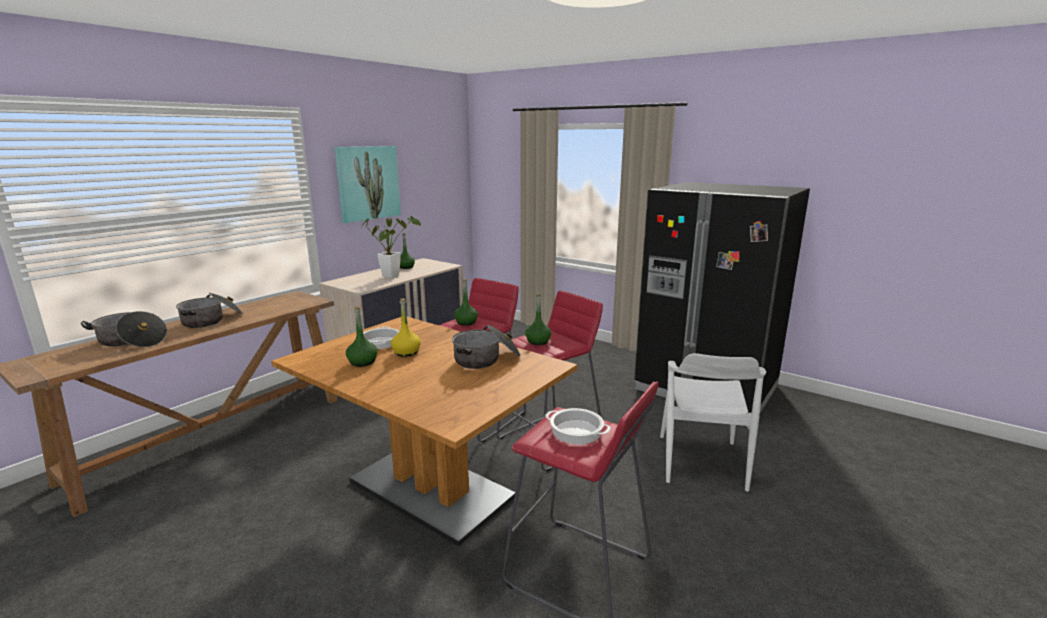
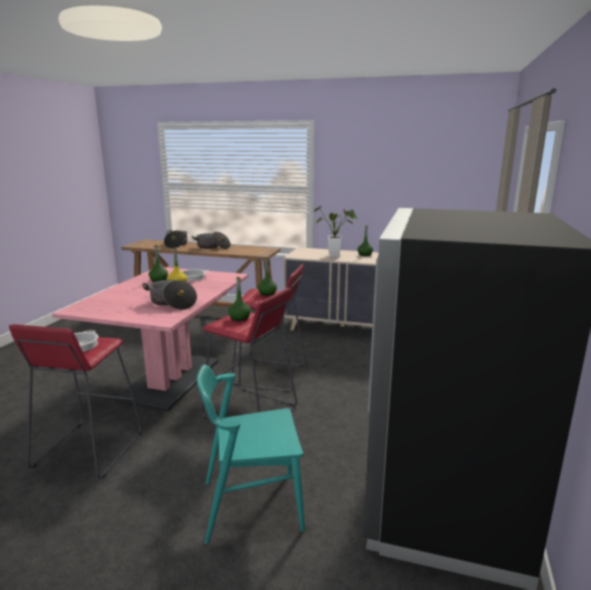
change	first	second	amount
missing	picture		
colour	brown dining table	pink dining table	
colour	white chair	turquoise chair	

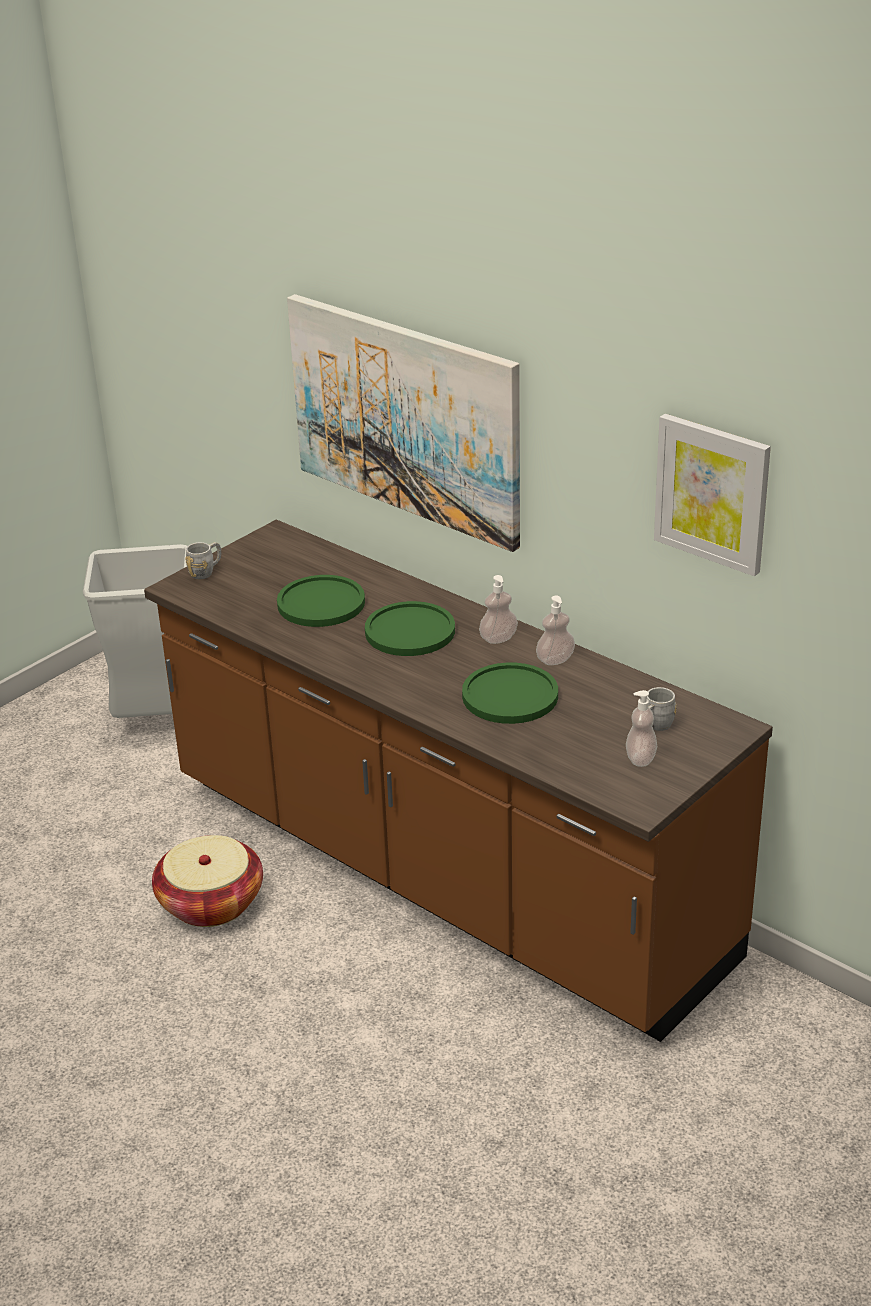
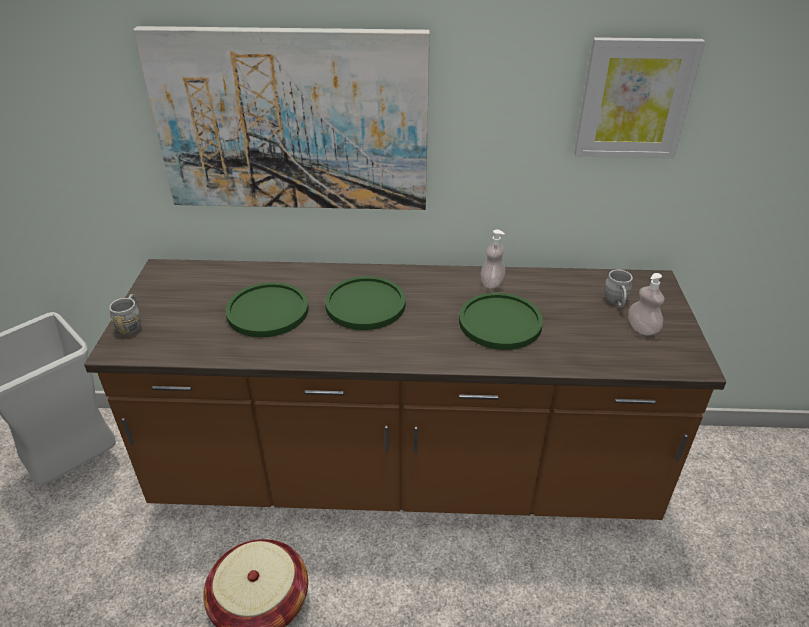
change	first	second	amount
missing	soap dispenser (no. 1 from left)		

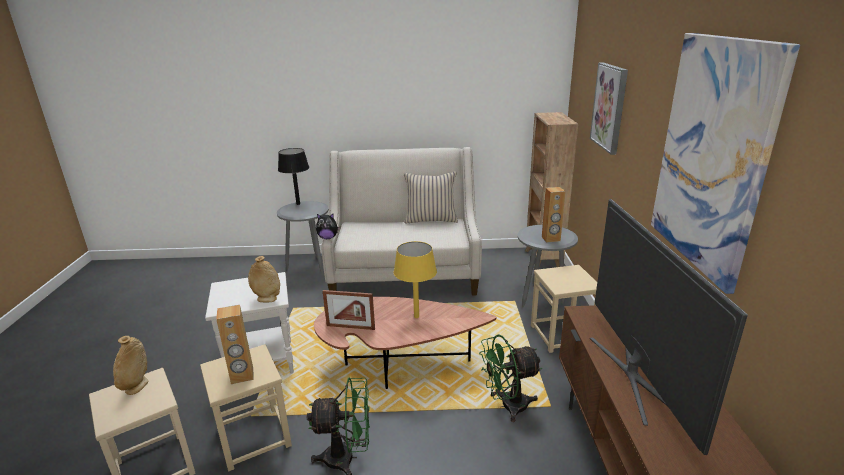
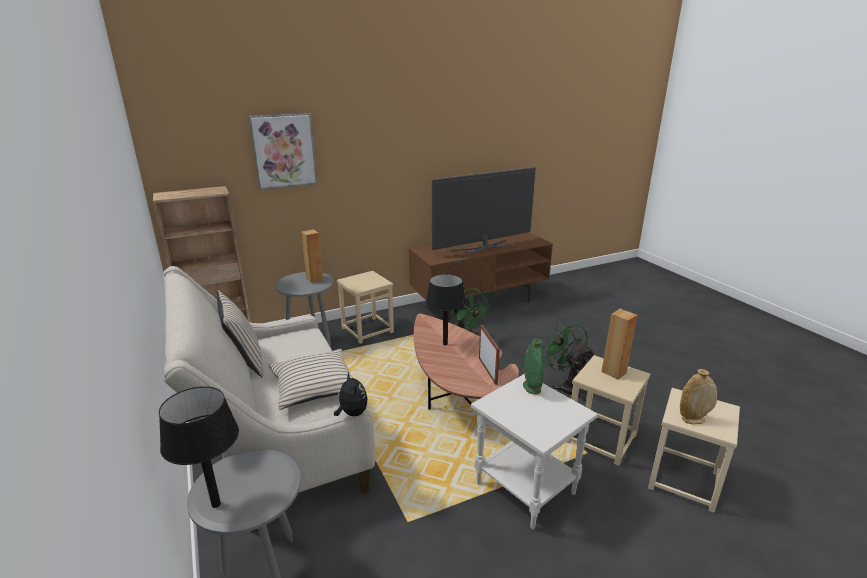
change	first	second	amount
missing	picture (no. 2 from left)		
colour	yellow table lamp	black table lamp (no. 2 from left)	
colour	beige vase (no. 2 from left)	green vase	
appeared		beige pillow (no. 2 from left)	

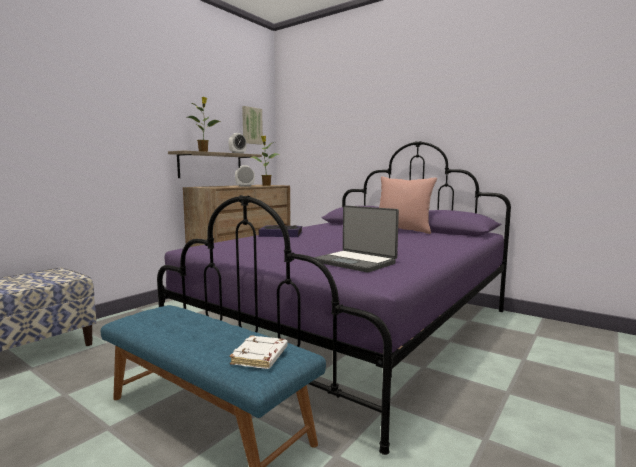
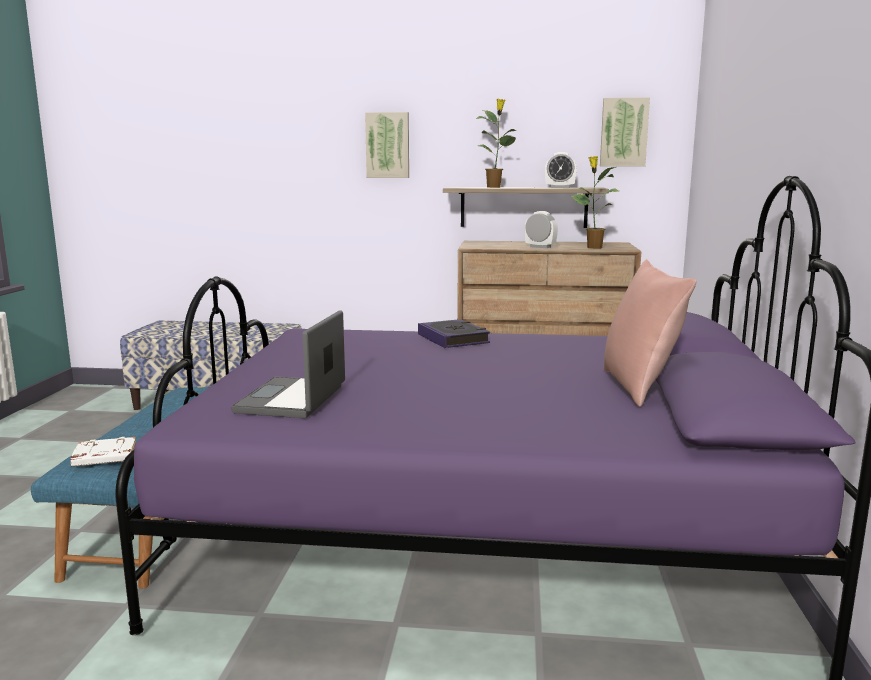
change	first	second	amount
appeared		picture (no. 1 from left)	

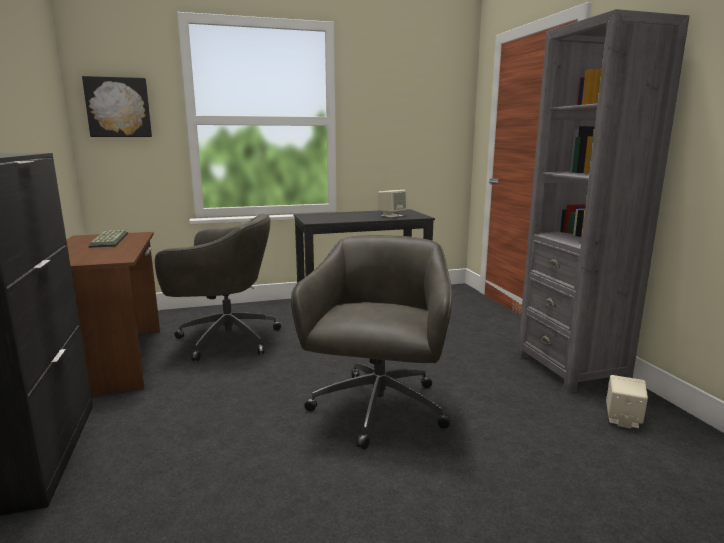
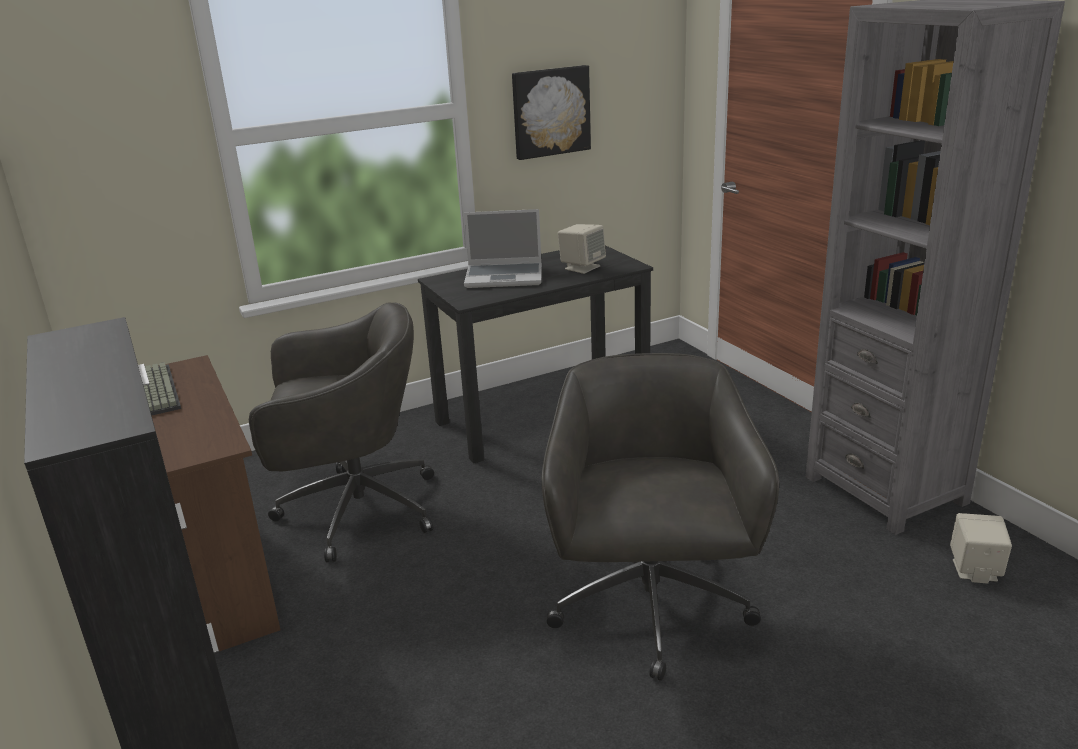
change	first	second	amount
relocated	picture		
appeared		laptop	

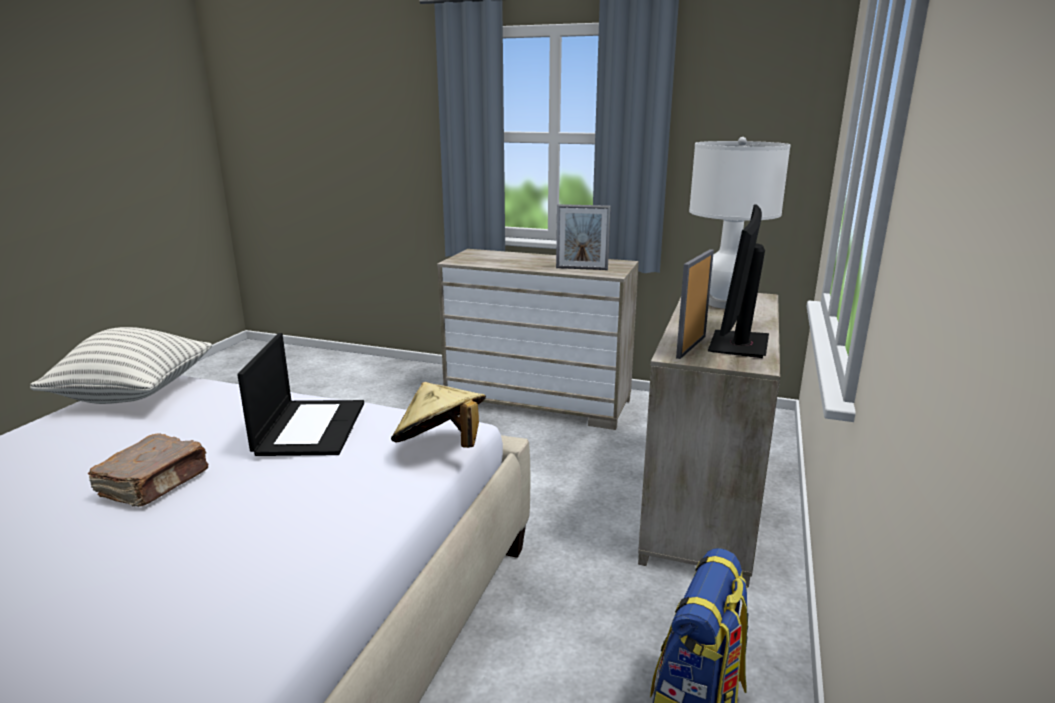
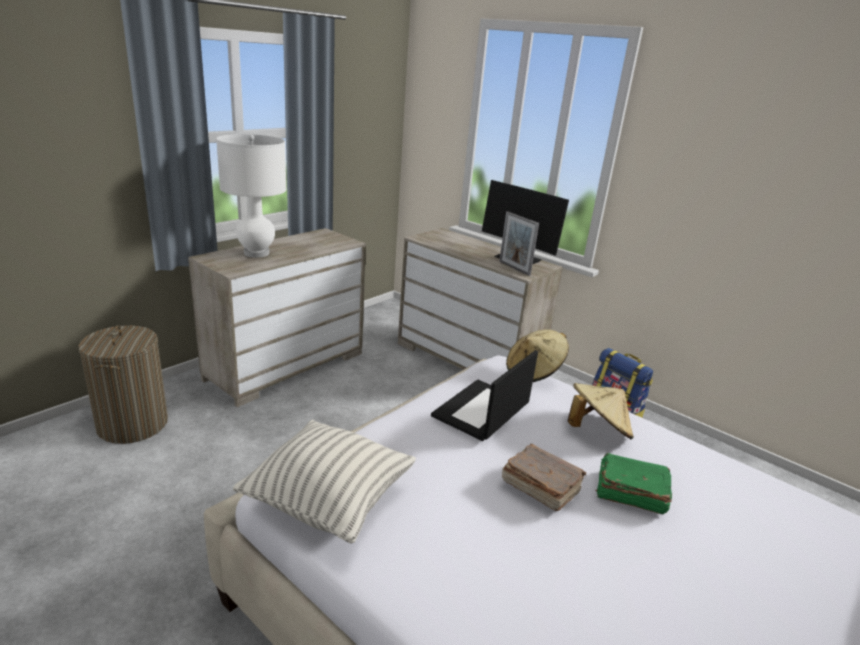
change	first	second	amount
relocated	white table lamp		
missing	picture frame (no. 1 from left)		
spun	laptop		75 degrees counterclockwise
appeared		laundry basket	
appeared		beige hat (no. 2 from left)	
appeared		green book	

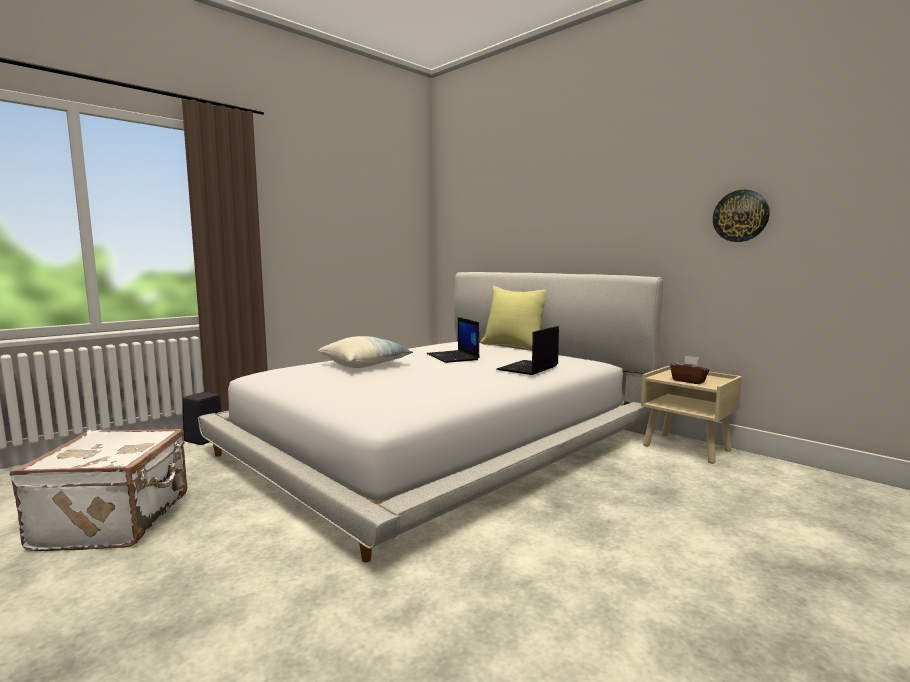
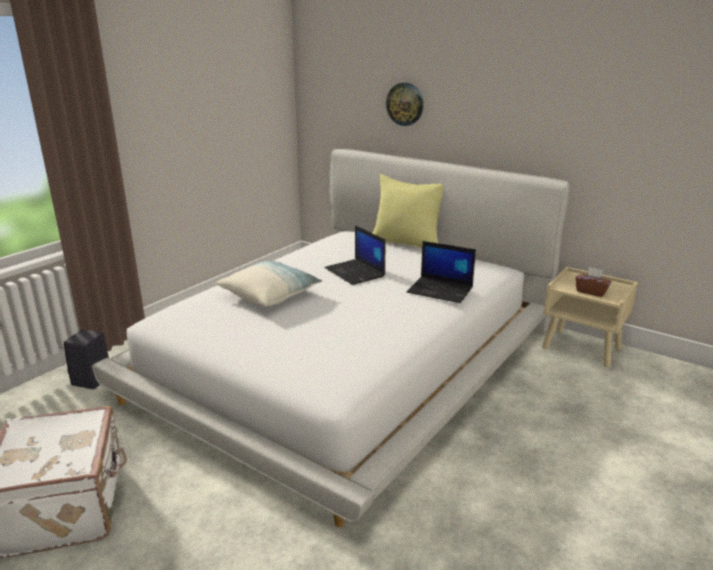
change	first	second	amount
relocated	wall clock		
spun	laptop (no. 2 from left)		90 degrees counterclockwise

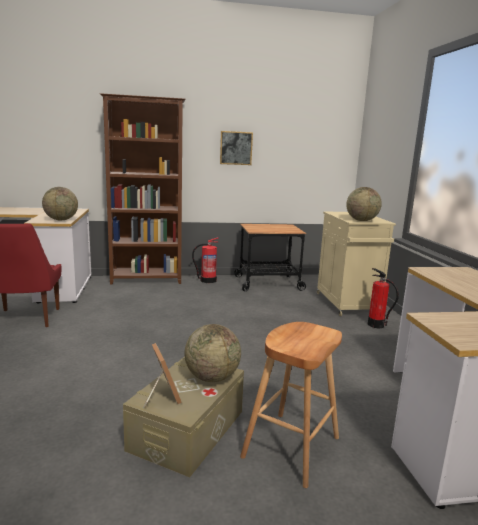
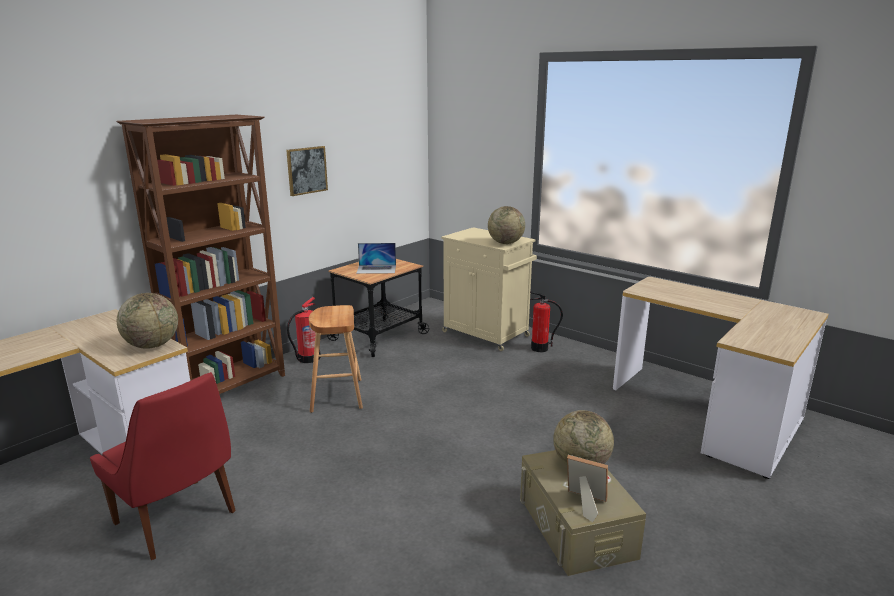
change	first	second	amount
relocated	brown stool		
appeared		laptop	

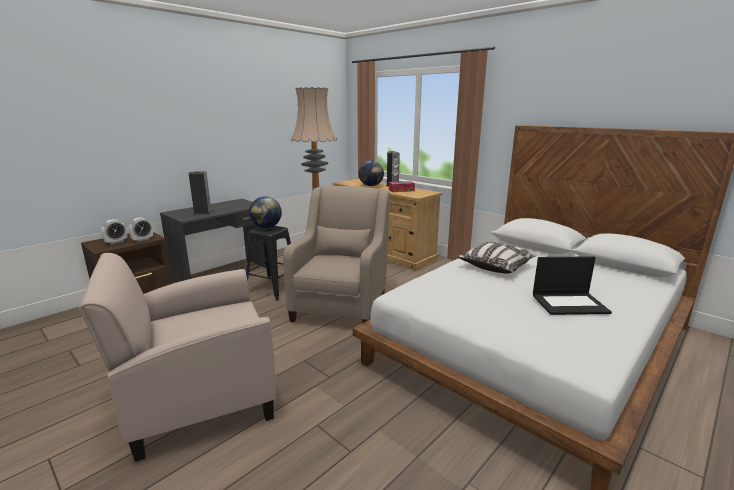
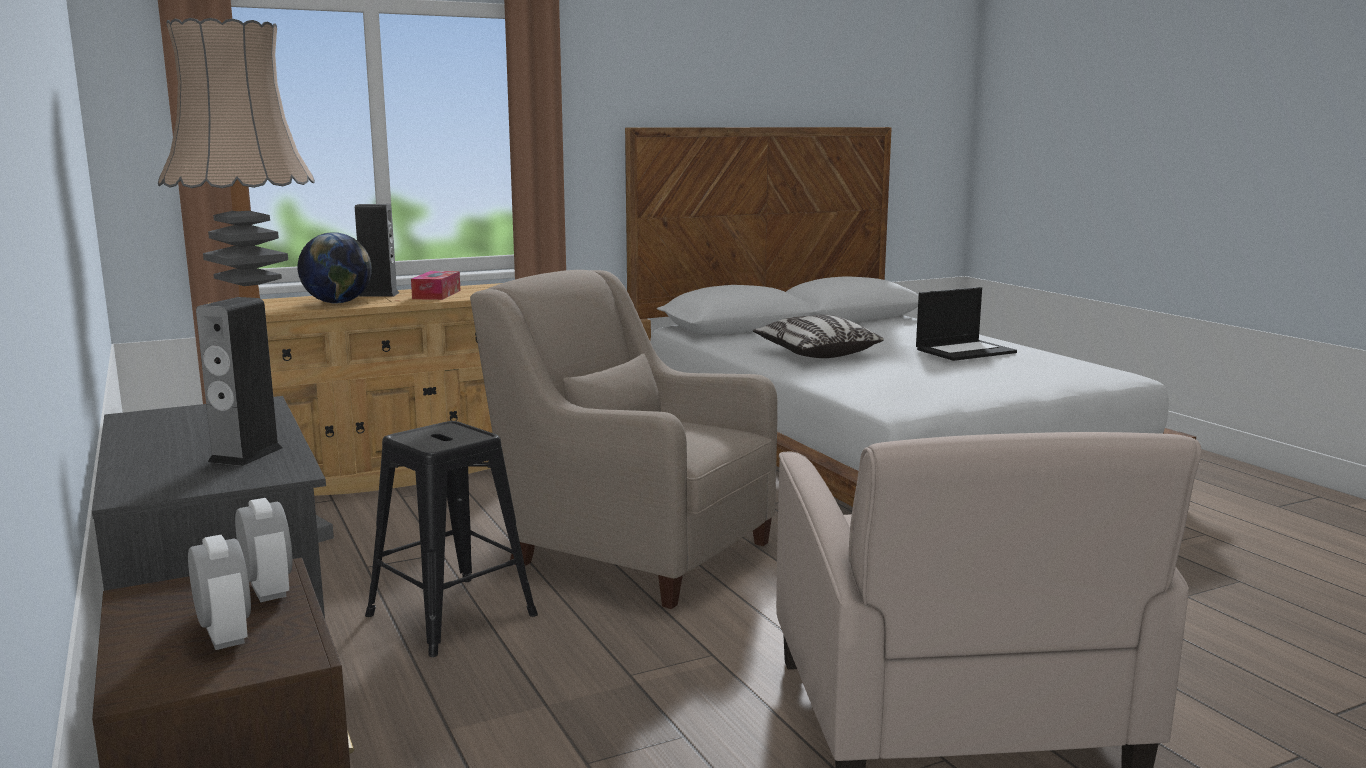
change	first	second	amount
missing	globe (no. 1 from left)		
spun	laptop		45 degrees clockwise

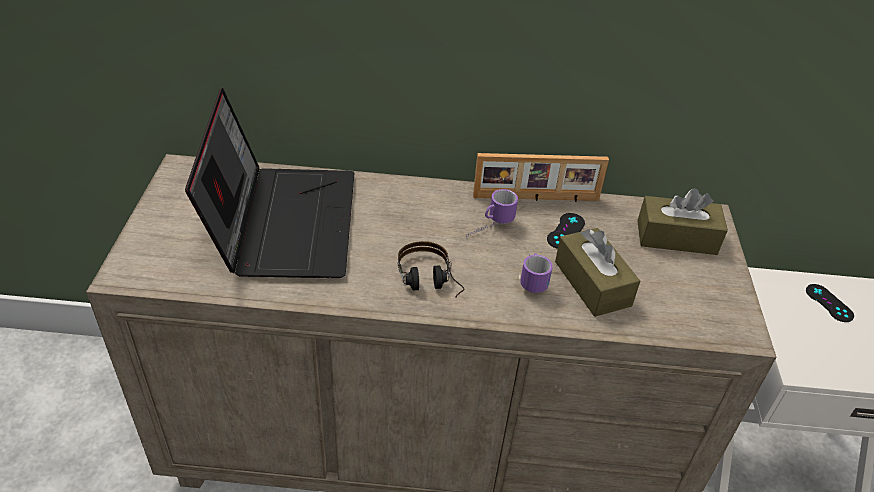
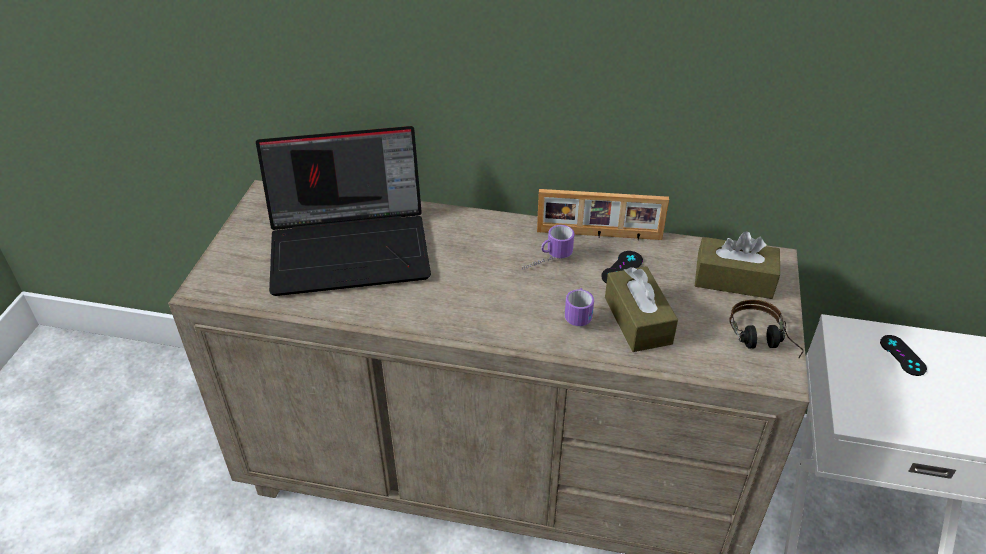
change	first	second	amount
spun	laptop		75 degrees clockwise
relocated	headphones		

